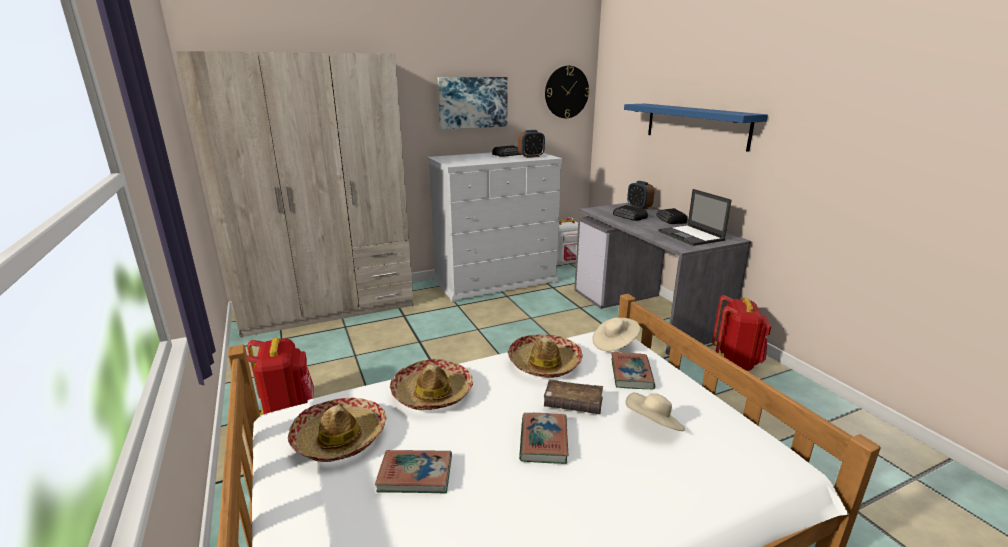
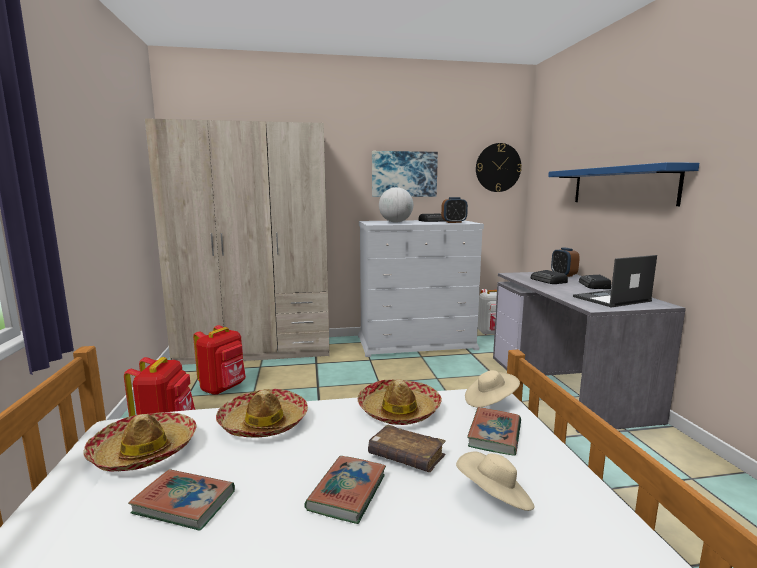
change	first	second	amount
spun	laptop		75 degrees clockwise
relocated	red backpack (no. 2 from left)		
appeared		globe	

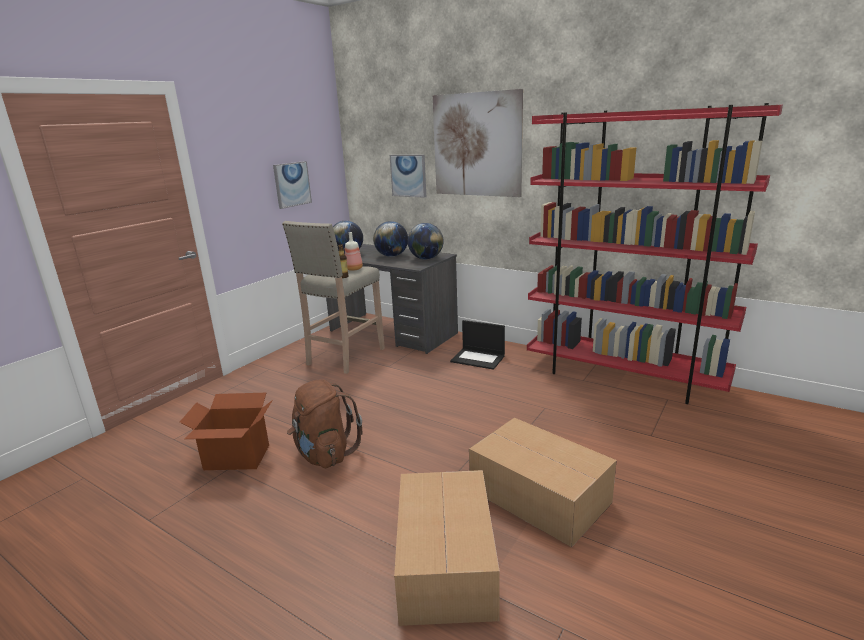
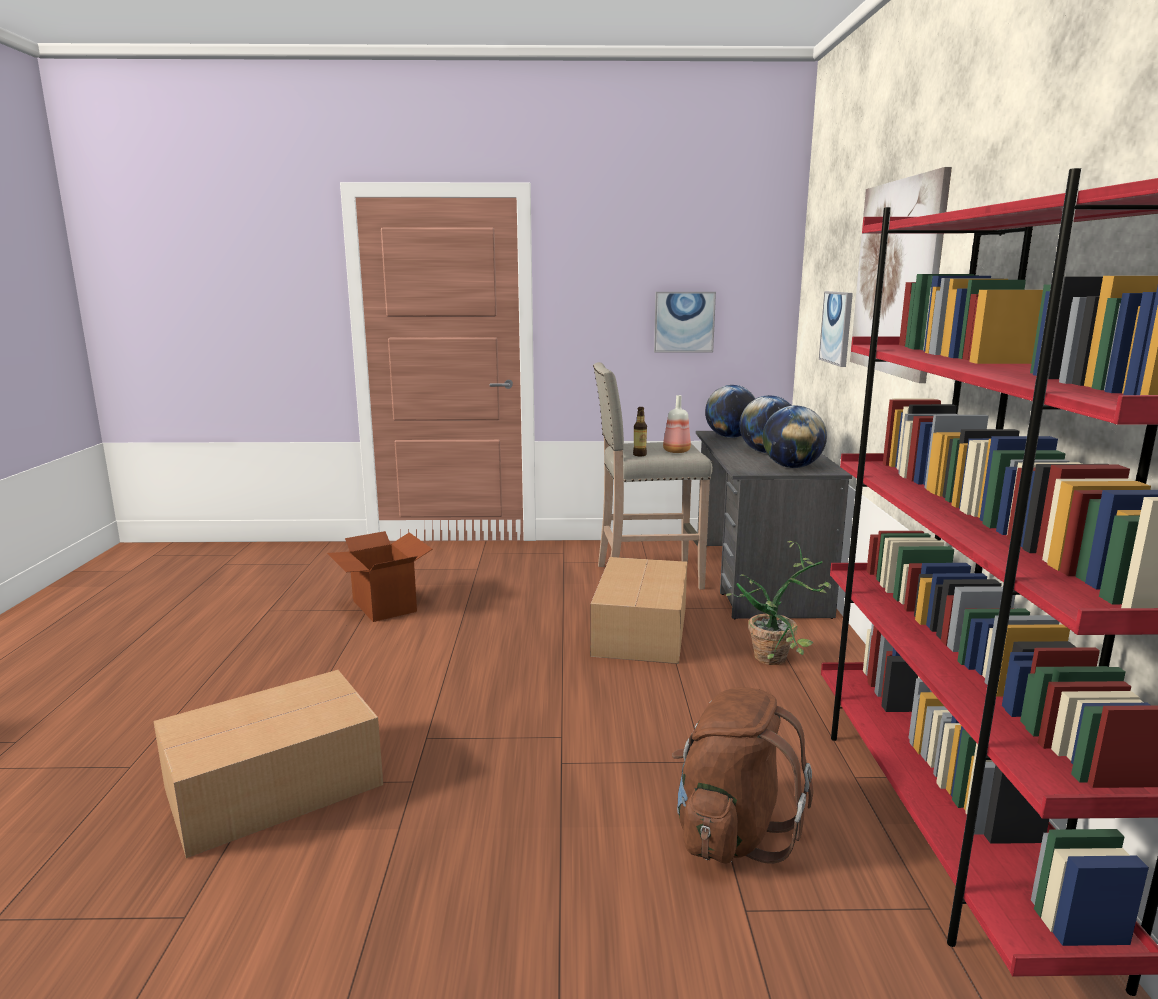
change	first	second	amount
exchanged	laptop	potted plant	
relocated	brown backpack		
relocated	cardboard box (no. 3 from left)		

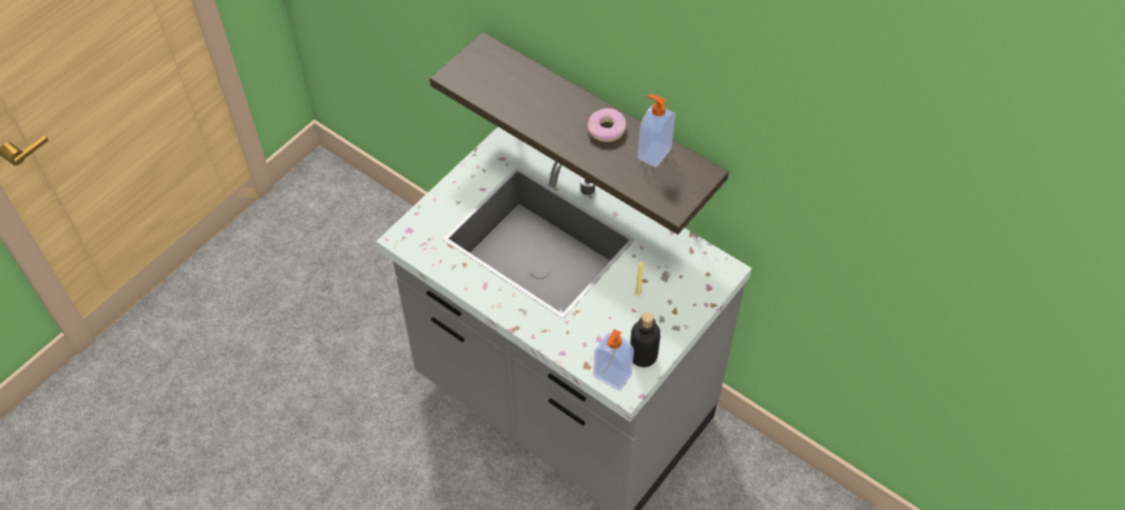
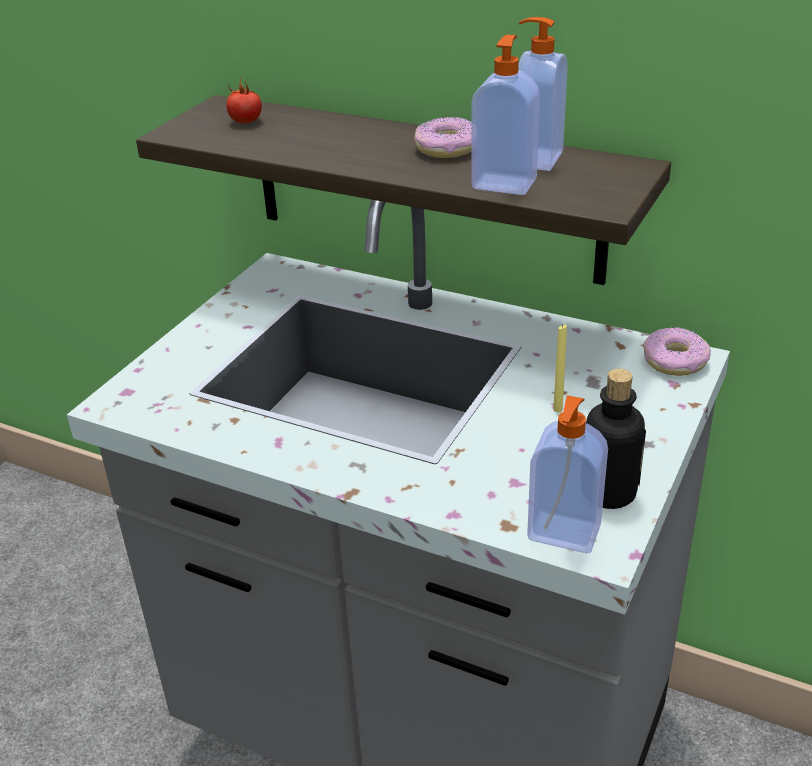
change	first	second	amount
appeared		soap dispenser (no. 1 from left)	
appeared		tomato	
appeared		donut (no. 2 from left)	

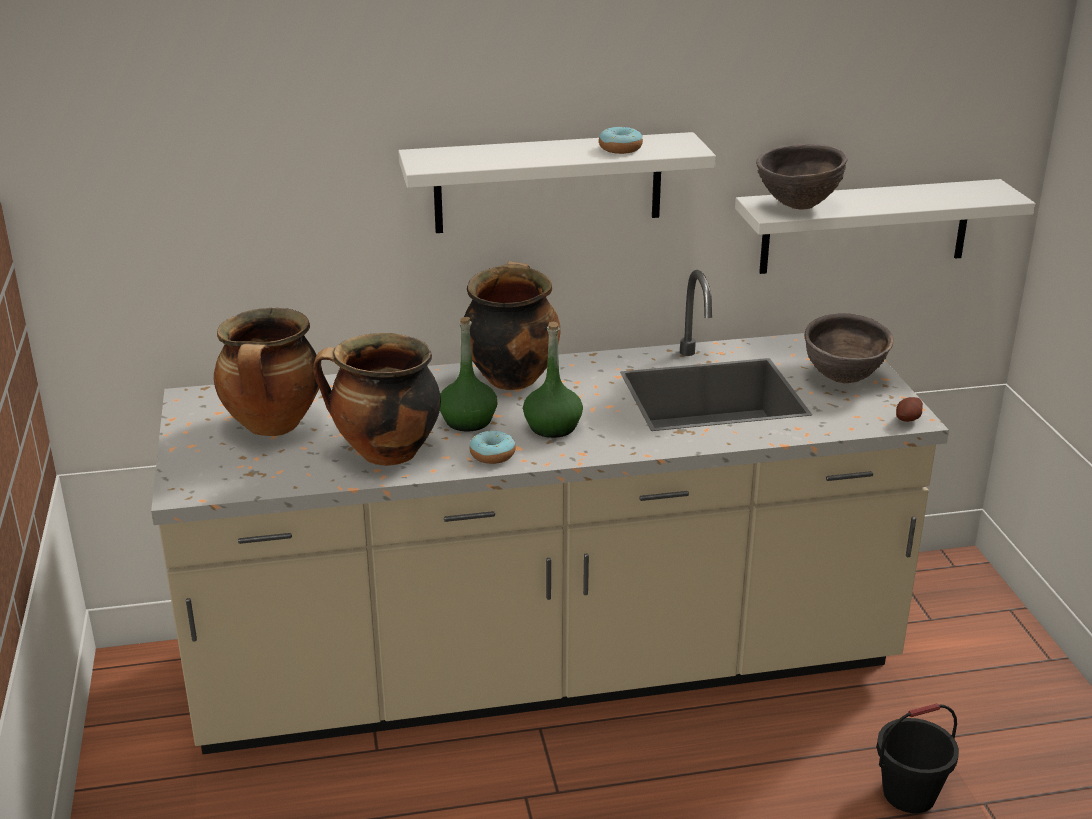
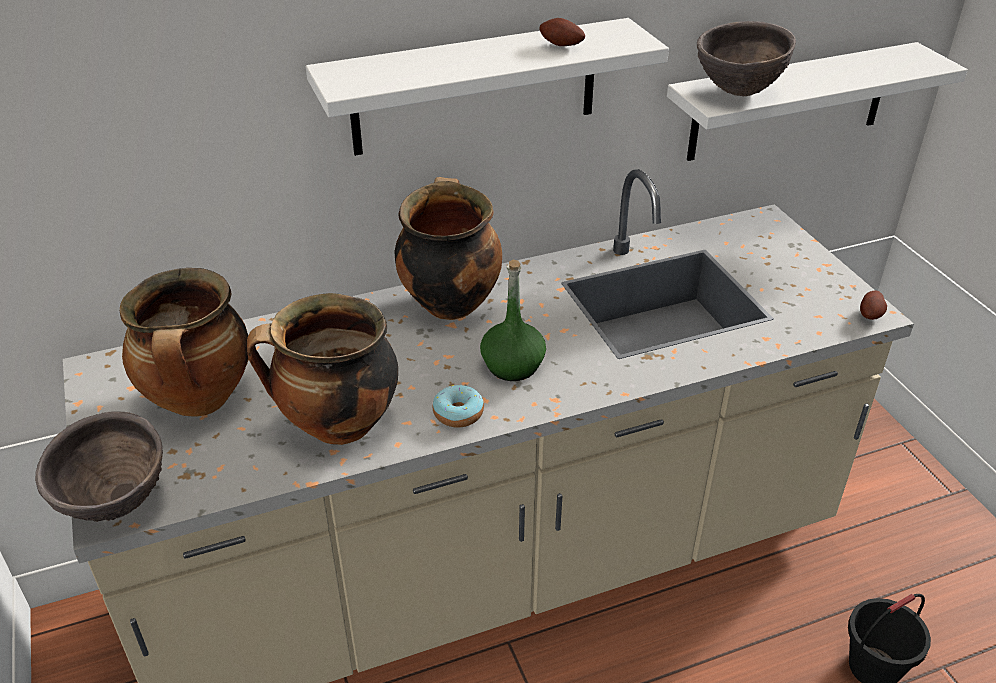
change	first	second	amount
exchanged	donut (no. 2 from left)	potato (no. 1 from left)	
relocated	brown bowl (no. 2 from left in the first image)	brown bowl (no. 1 from left)	
missing	green bottle (no. 1 from left)		

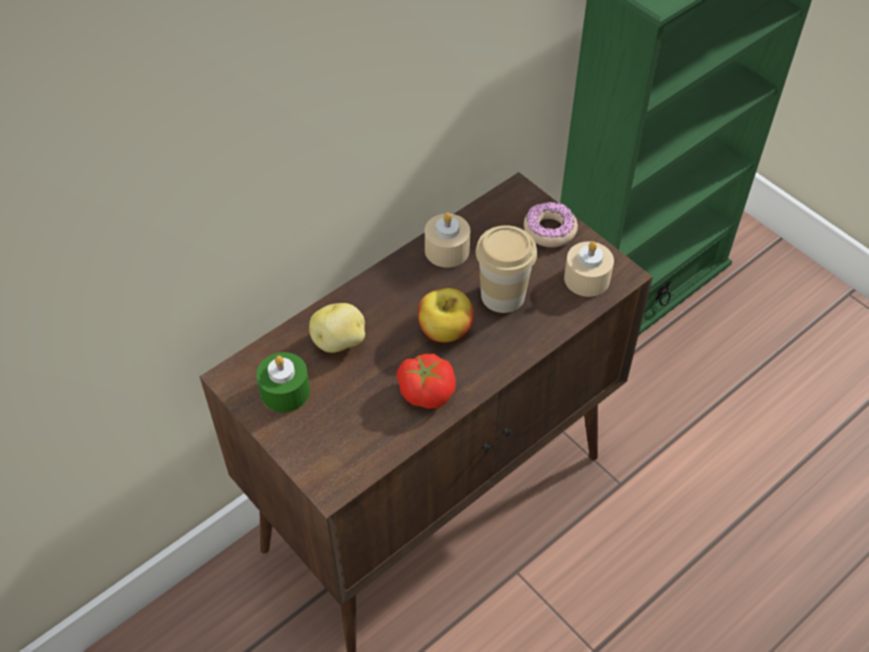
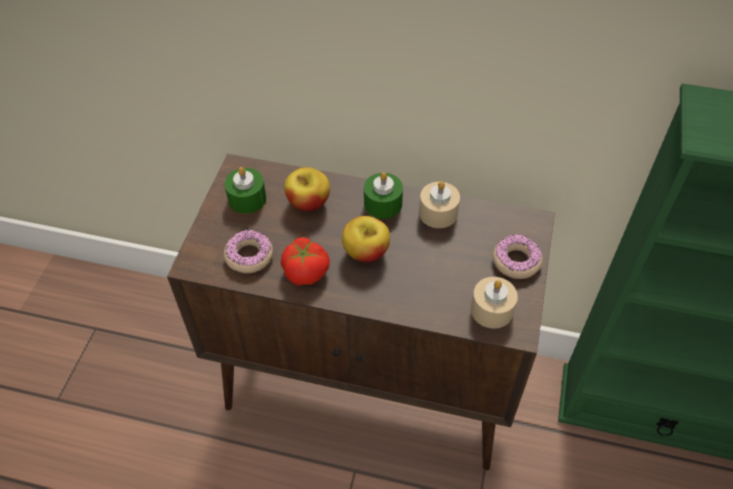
change	first	second	amount
missing	cup		
exchanged	potato	apple (no. 1 from left)	
appeared		green candle (no. 2 from left)	
appeared		donut (no. 1 from left)	

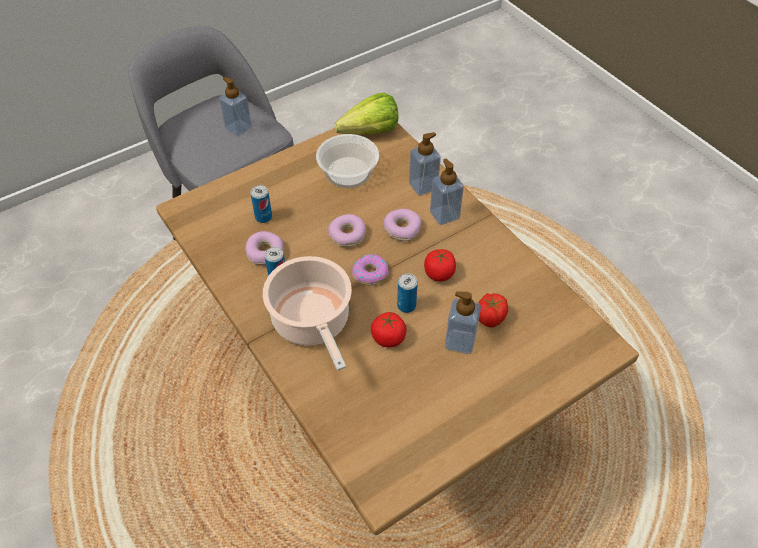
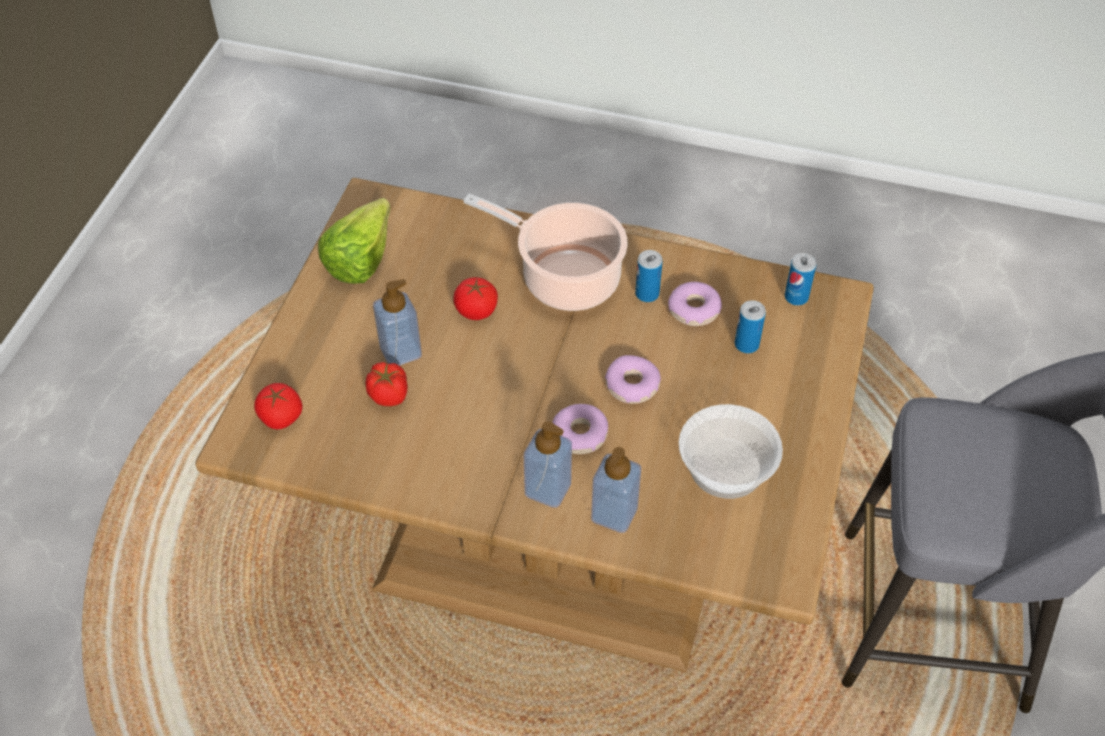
change	first	second	amount
missing	soap dispenser (no. 1 from left)		
relocated	lettuce		
relocated	tomato (no. 2 from left in the first image)	tomato (no. 1 from left)	
missing	donut (no. 3 from left)		
relocated	can (no. 3 from left)		

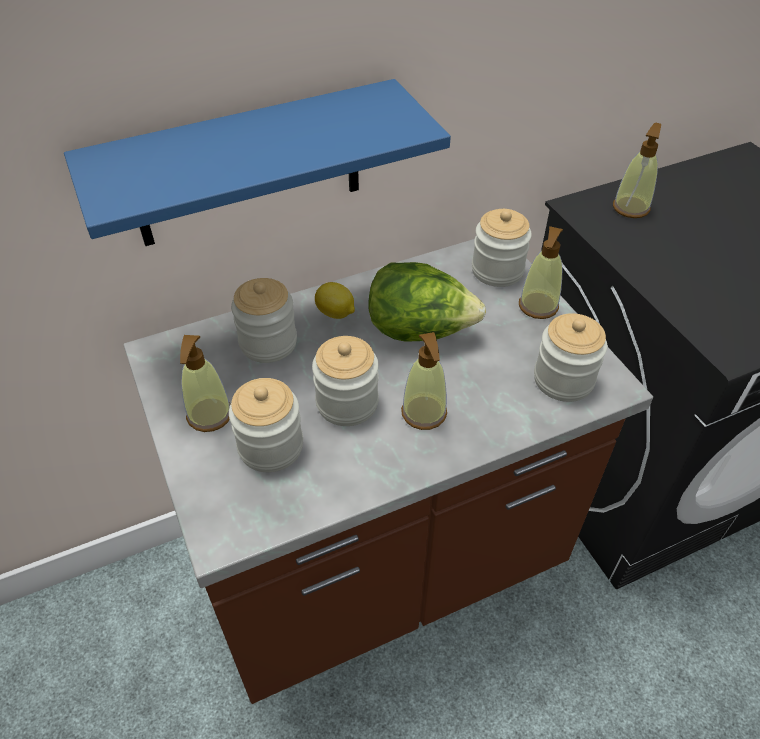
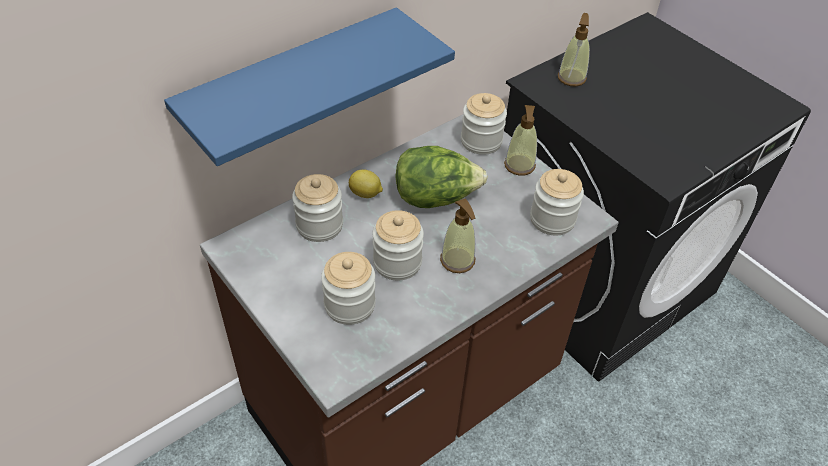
change	first	second	amount
missing	soap dispenser (no. 1 from left)		

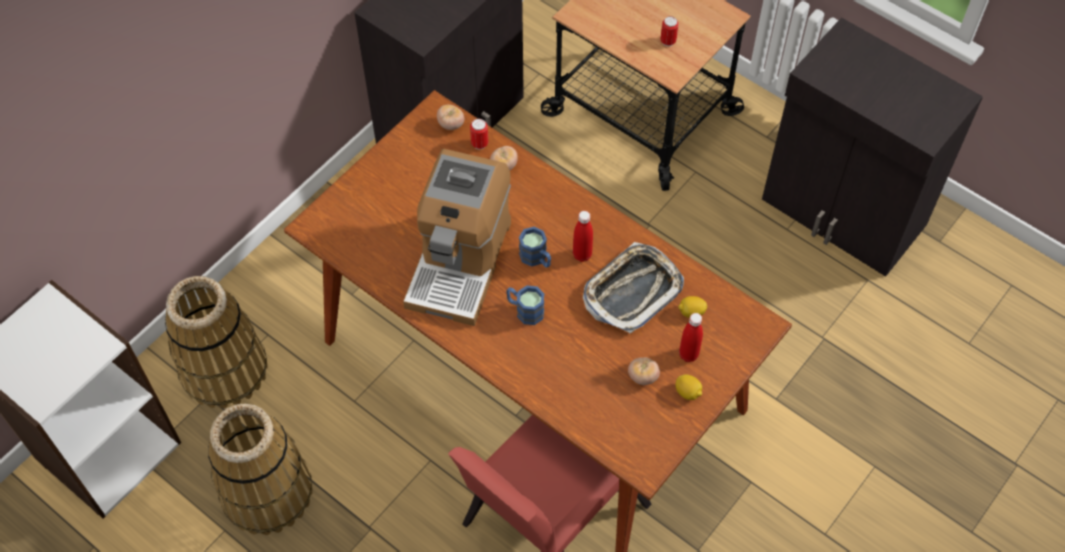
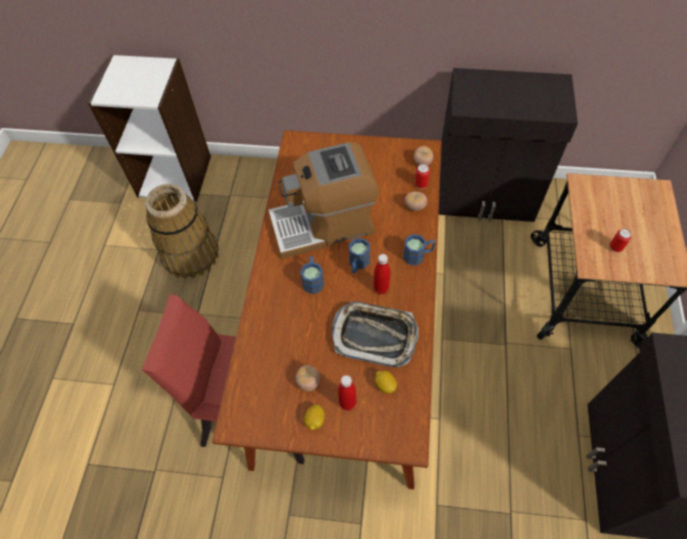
change	first	second	amount
missing	basket (no. 1 from left)		
appeared		blue mug (no. 3 from left)	

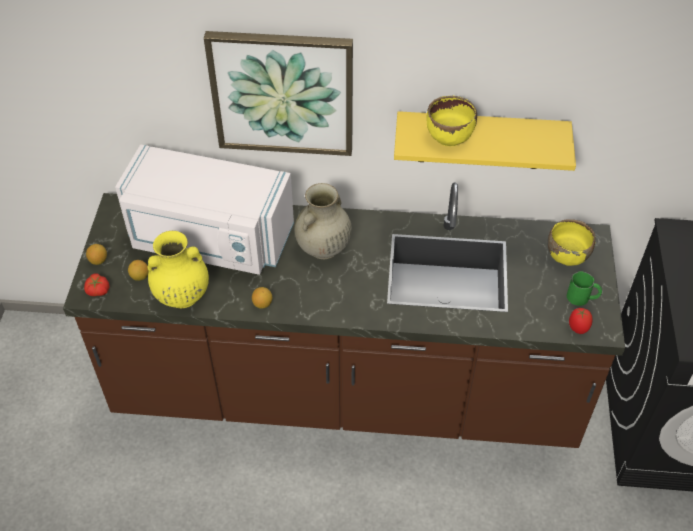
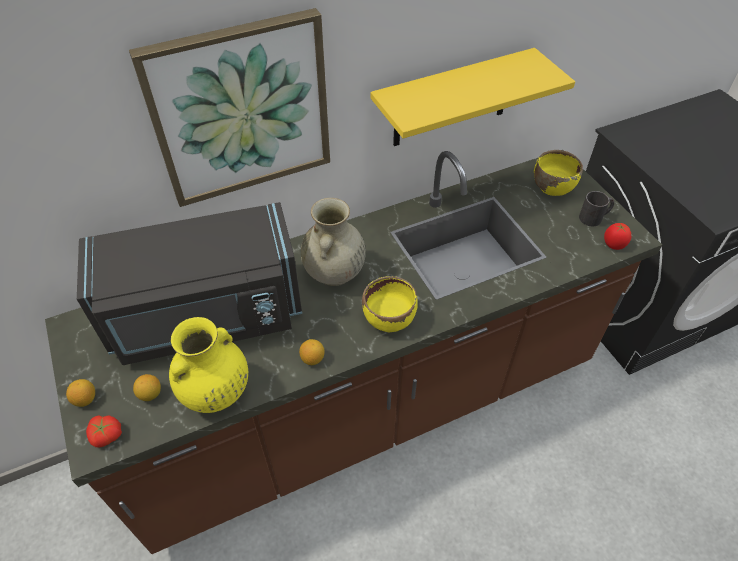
change	first	second	amount
relocated	yellow bowl (no. 1 from left)		
colour	white microwave	black microwave	
colour	green mug	black mug	

